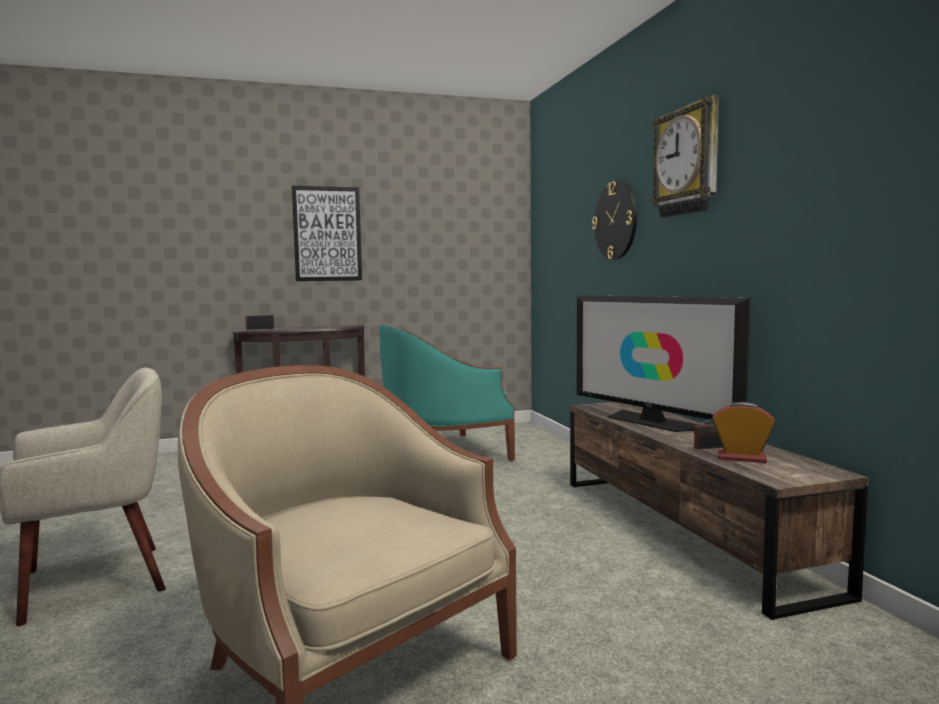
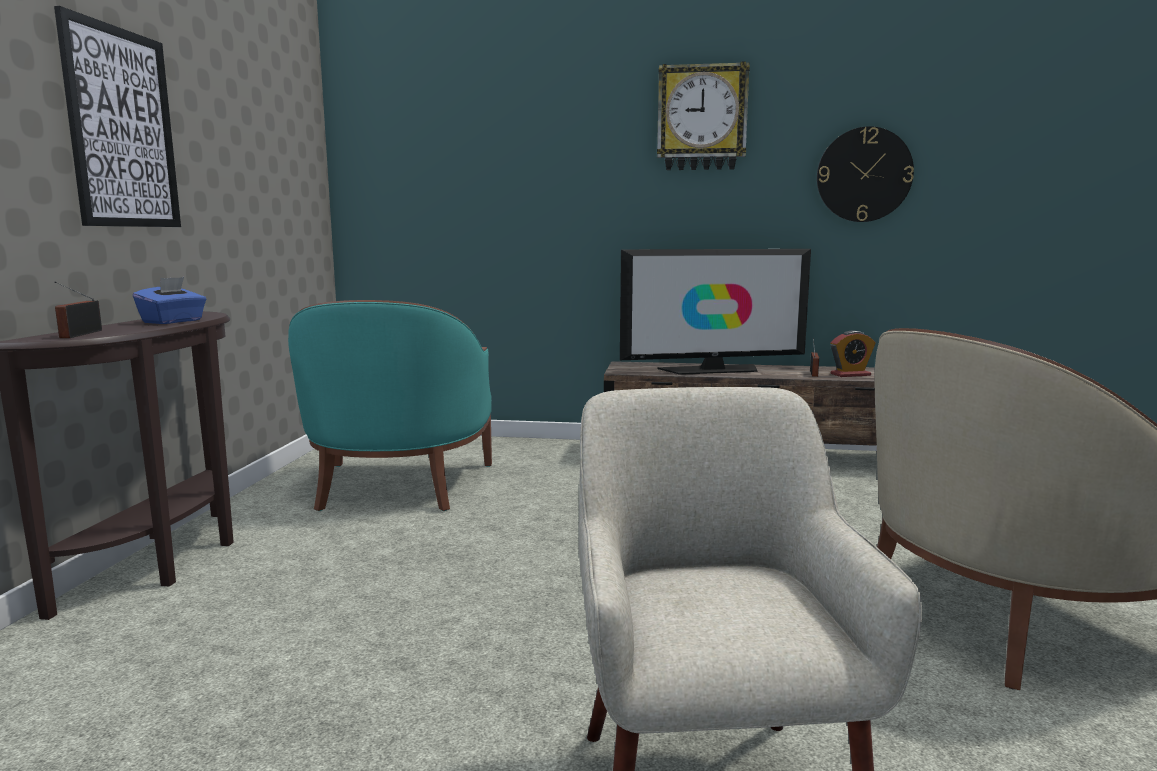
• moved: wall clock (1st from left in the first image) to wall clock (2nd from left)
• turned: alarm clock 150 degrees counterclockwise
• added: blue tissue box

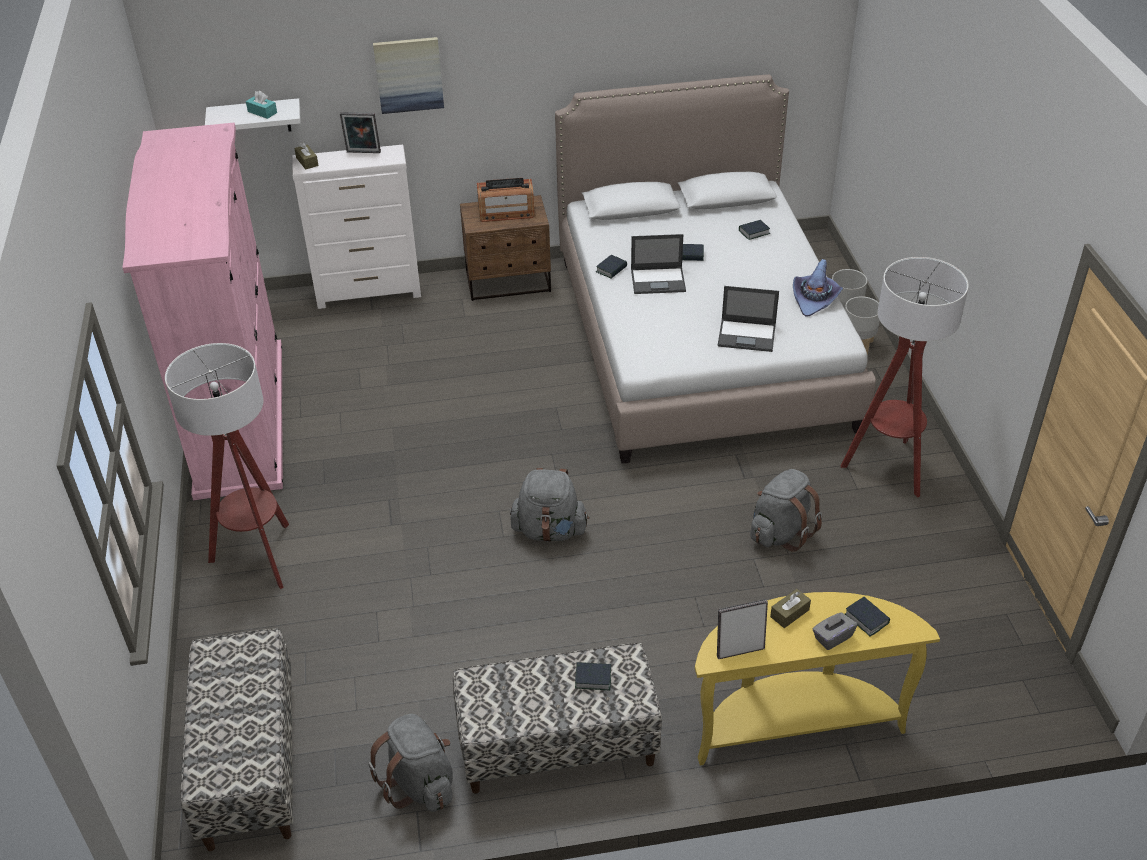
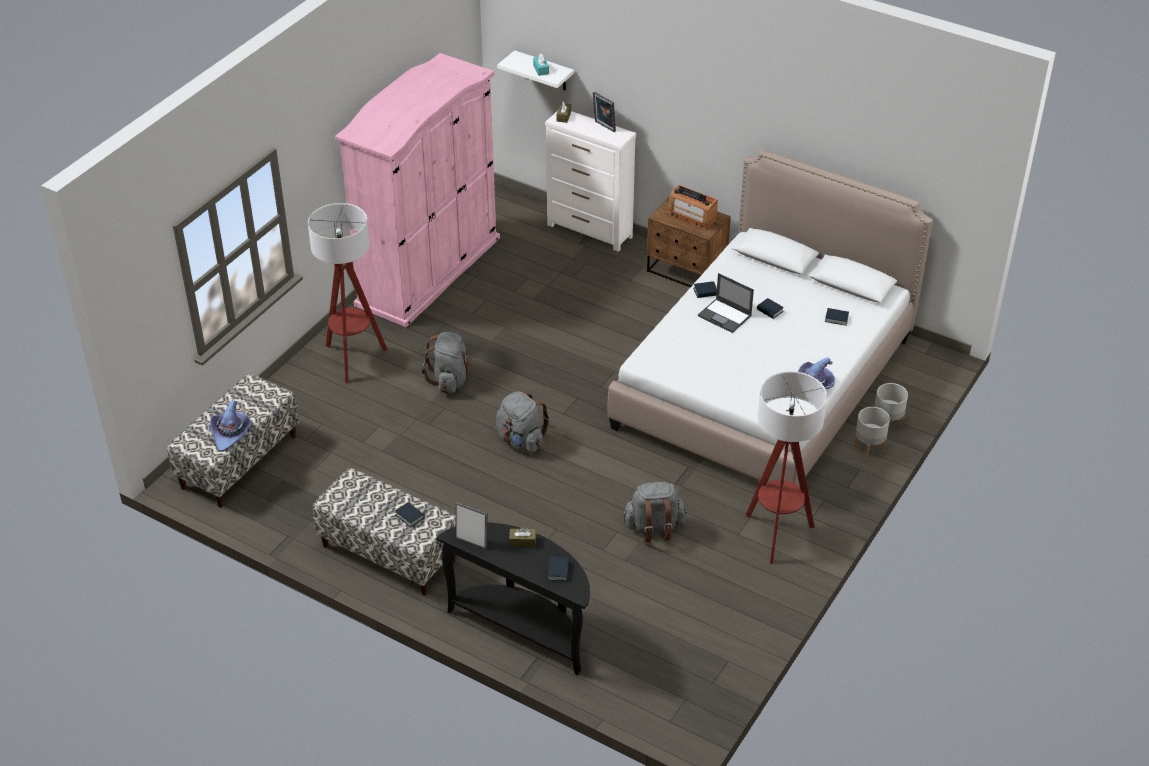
• removed: picture
• removed: laptop (2nd from left)
• recoloured: yellow console table to black console table
• removed: grey tissue box
• moved: grey backpack (1st from left)
• added: purple hat (1st from left)

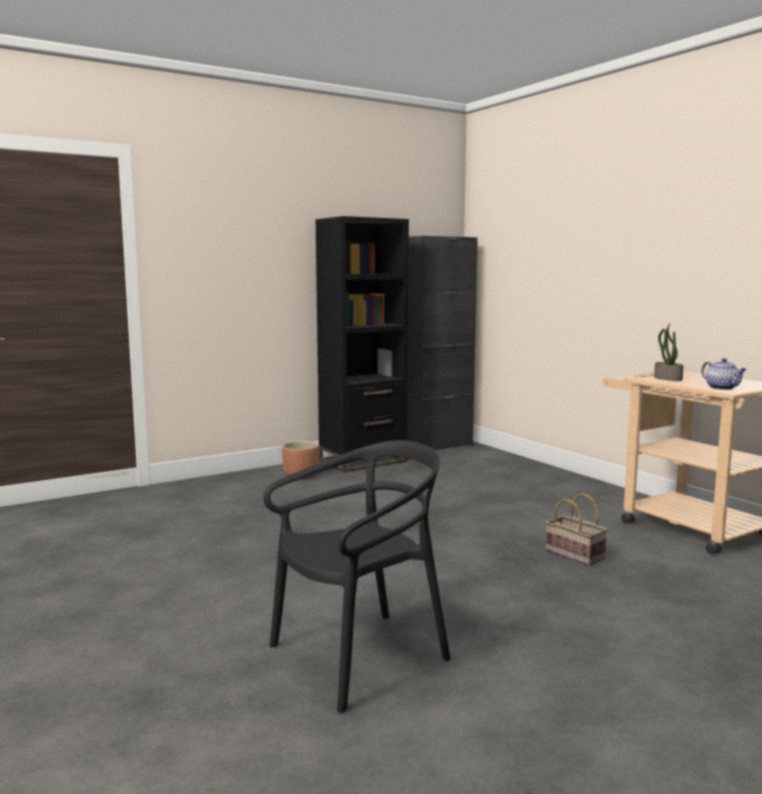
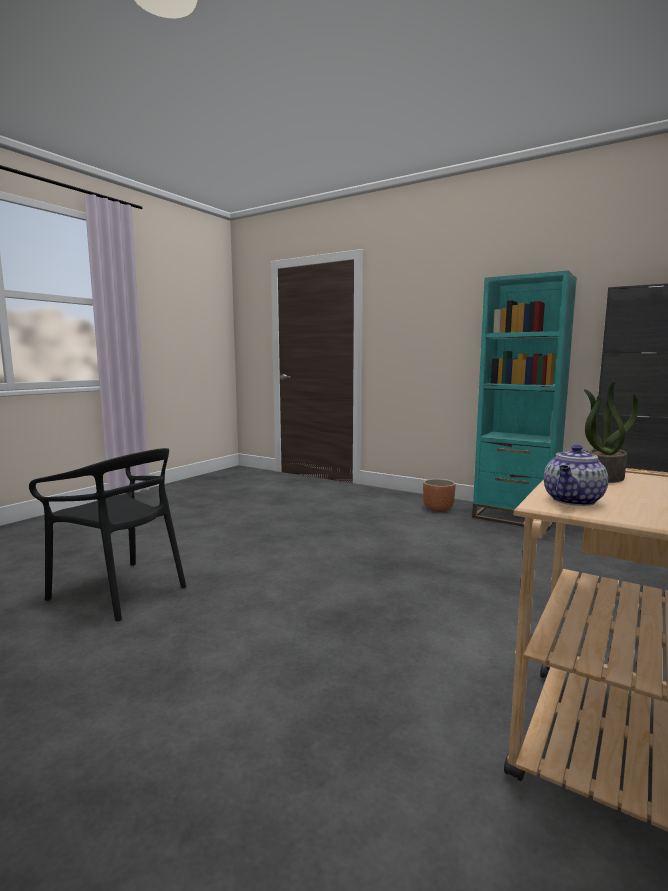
• recoloured: black bookcase to turquoise bookcase
• removed: basket

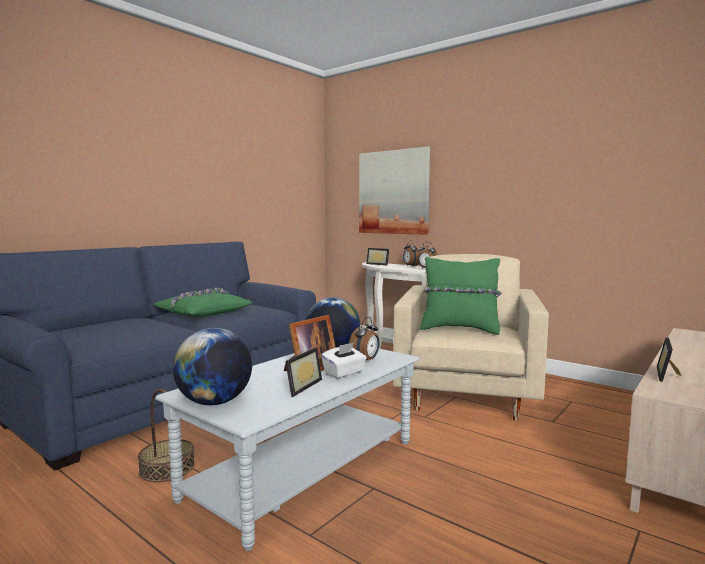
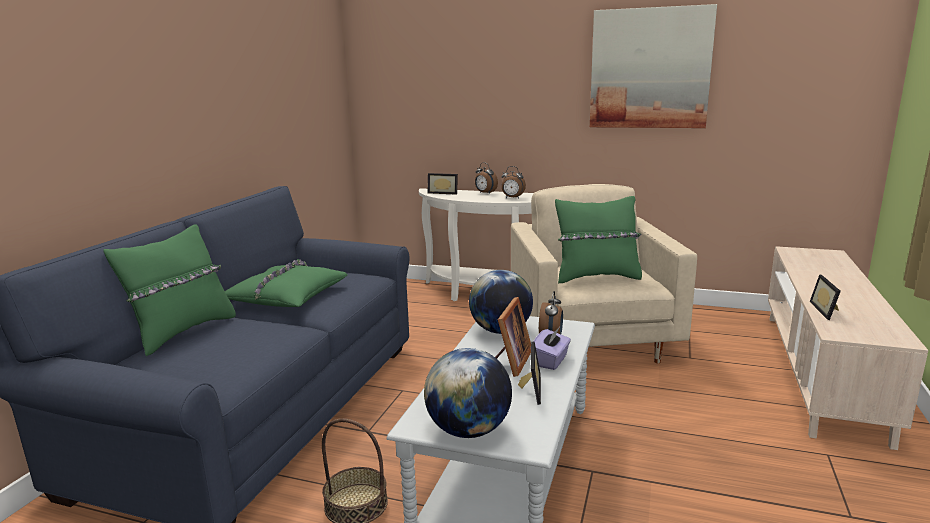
• moved: picture
• recoloured: white tissue box to purple tissue box
• added: green pillow (1st from left)

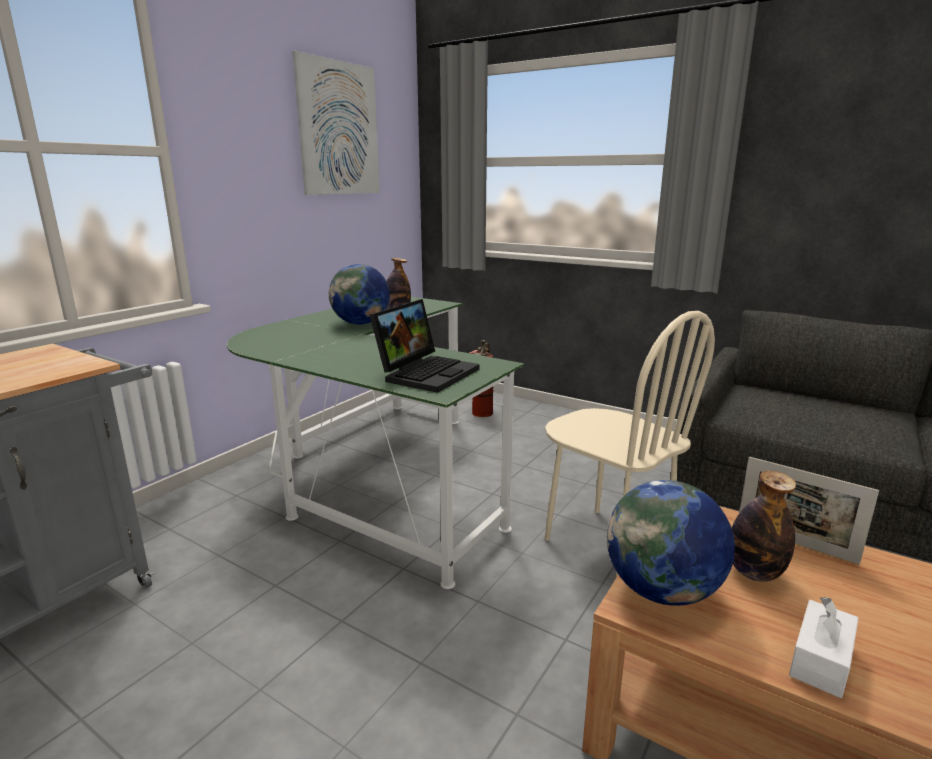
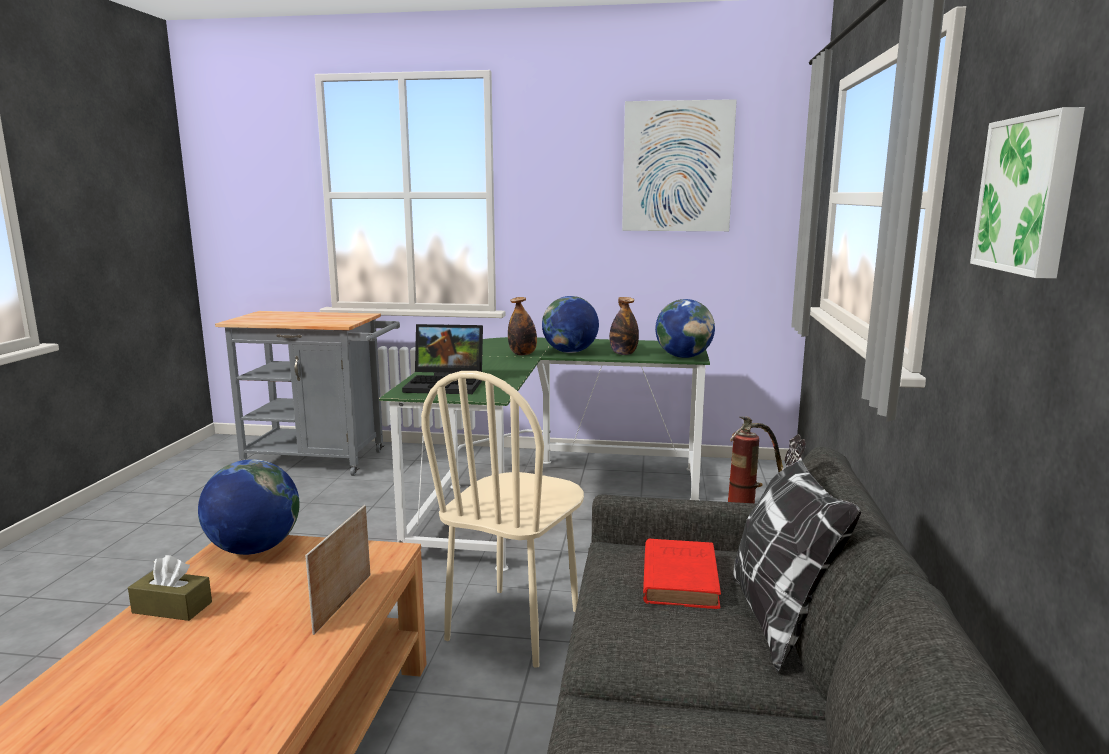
• moved: bottle (2nd from left in the first image) to bottle (1st from left)
• recoloured: white tissue box to brown tissue box
• added: picture (2nd from left)
• added: globe (3rd from left)
• added: pillow
• added: red book

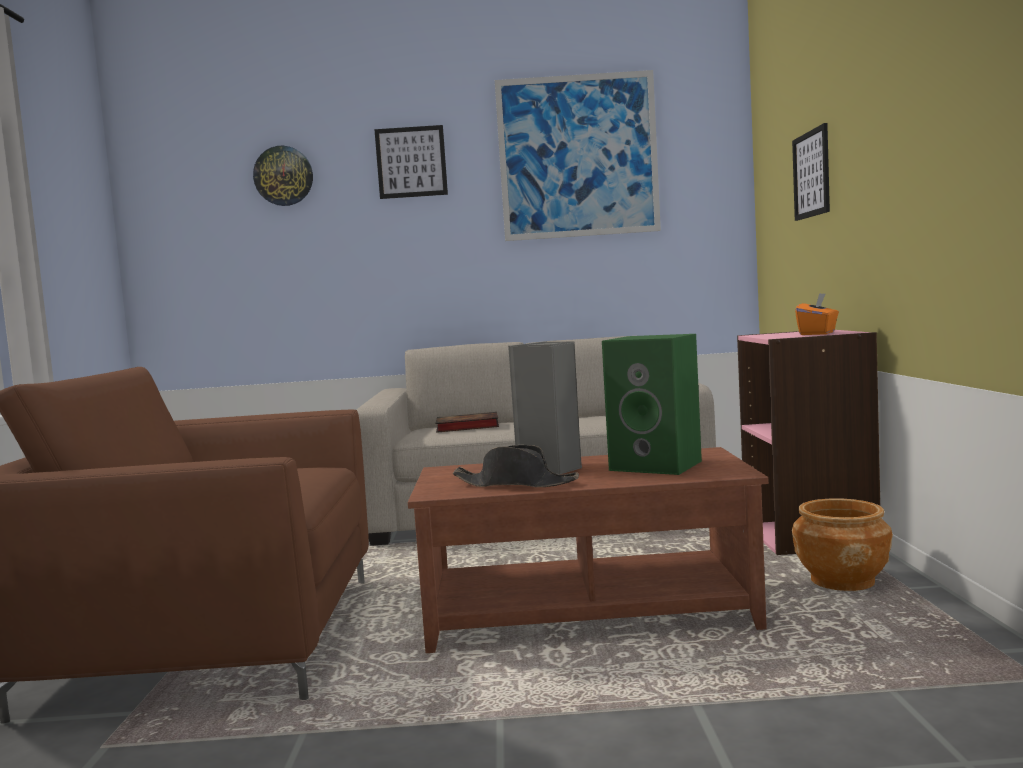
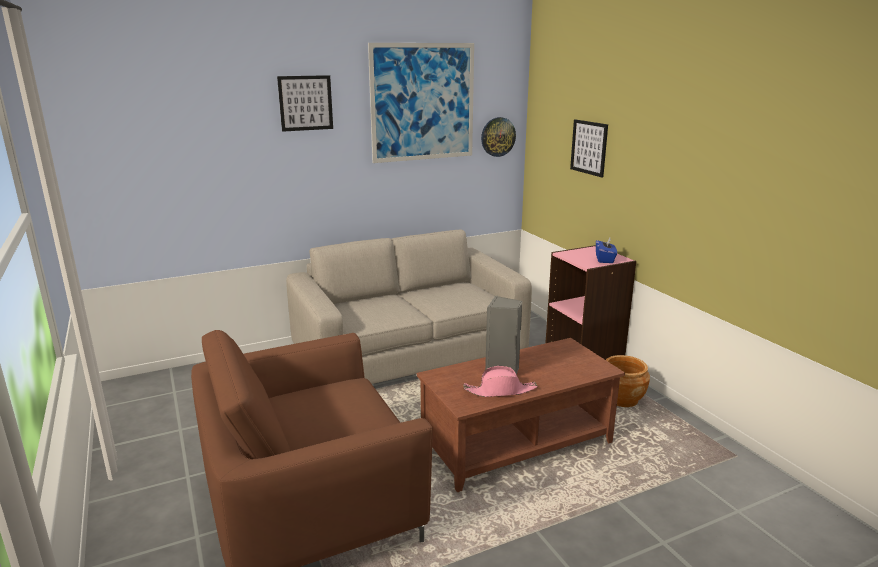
• moved: wall clock
• recoloured: orange tissue box to blue tissue box
• removed: green speaker
• removed: book
• recoloured: black hat to pink hat

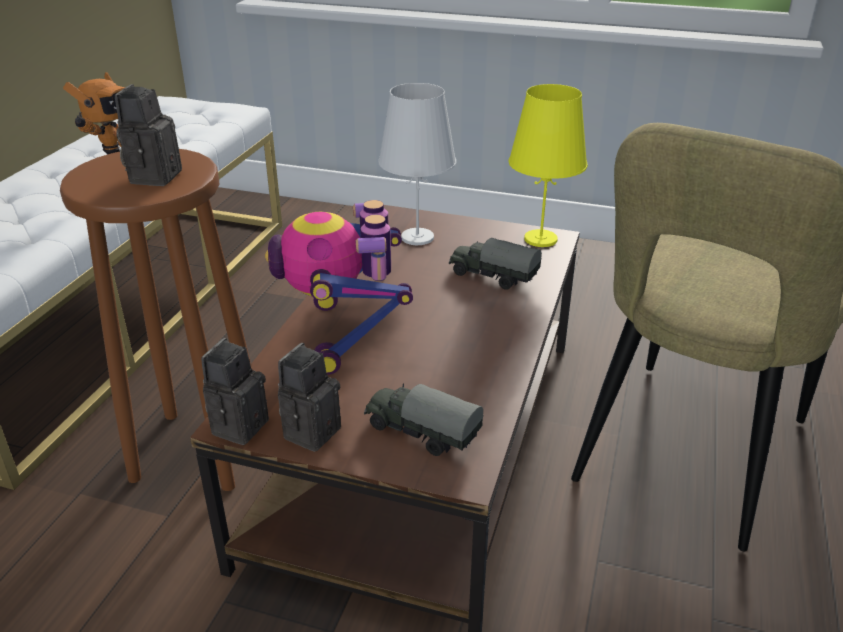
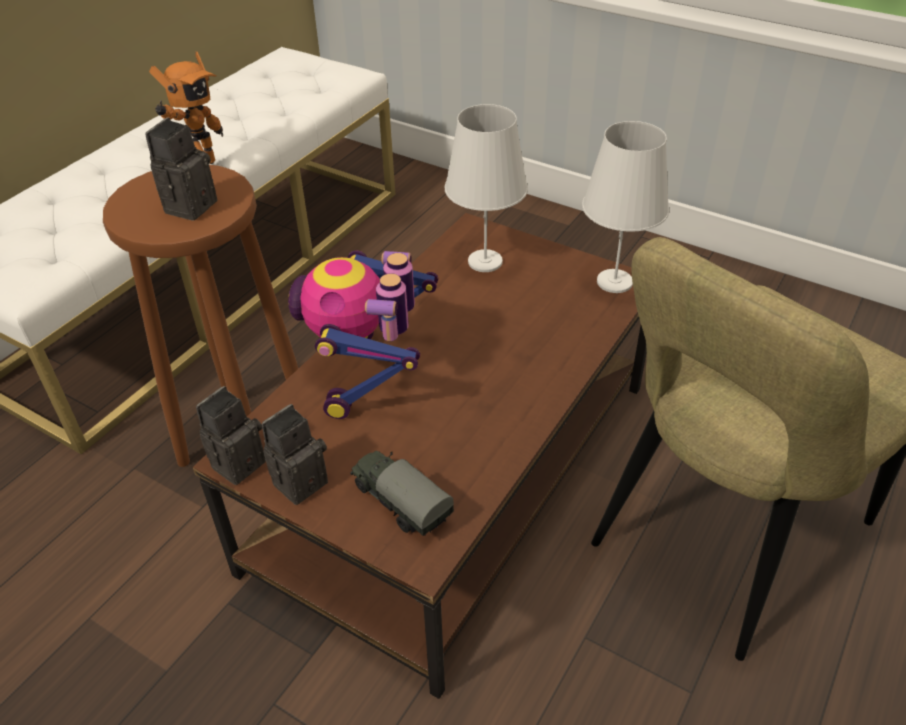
• recoloured: yellow table lamp to white table lamp (2nd from left)
• removed: toy truck (2nd from left)

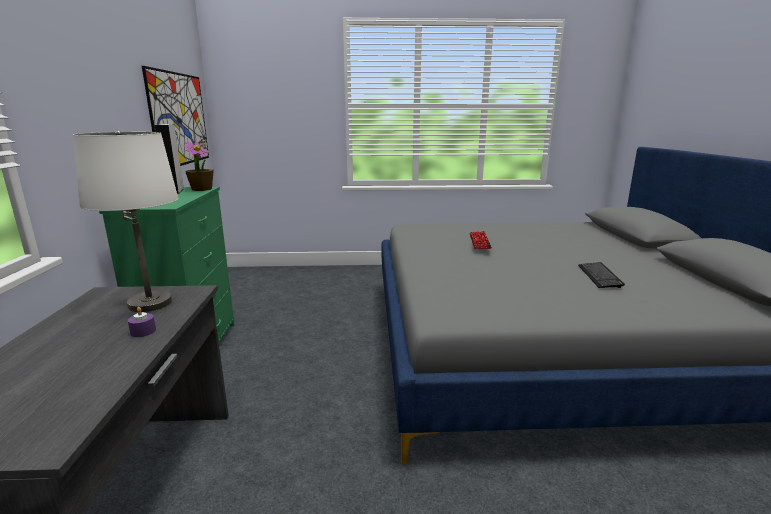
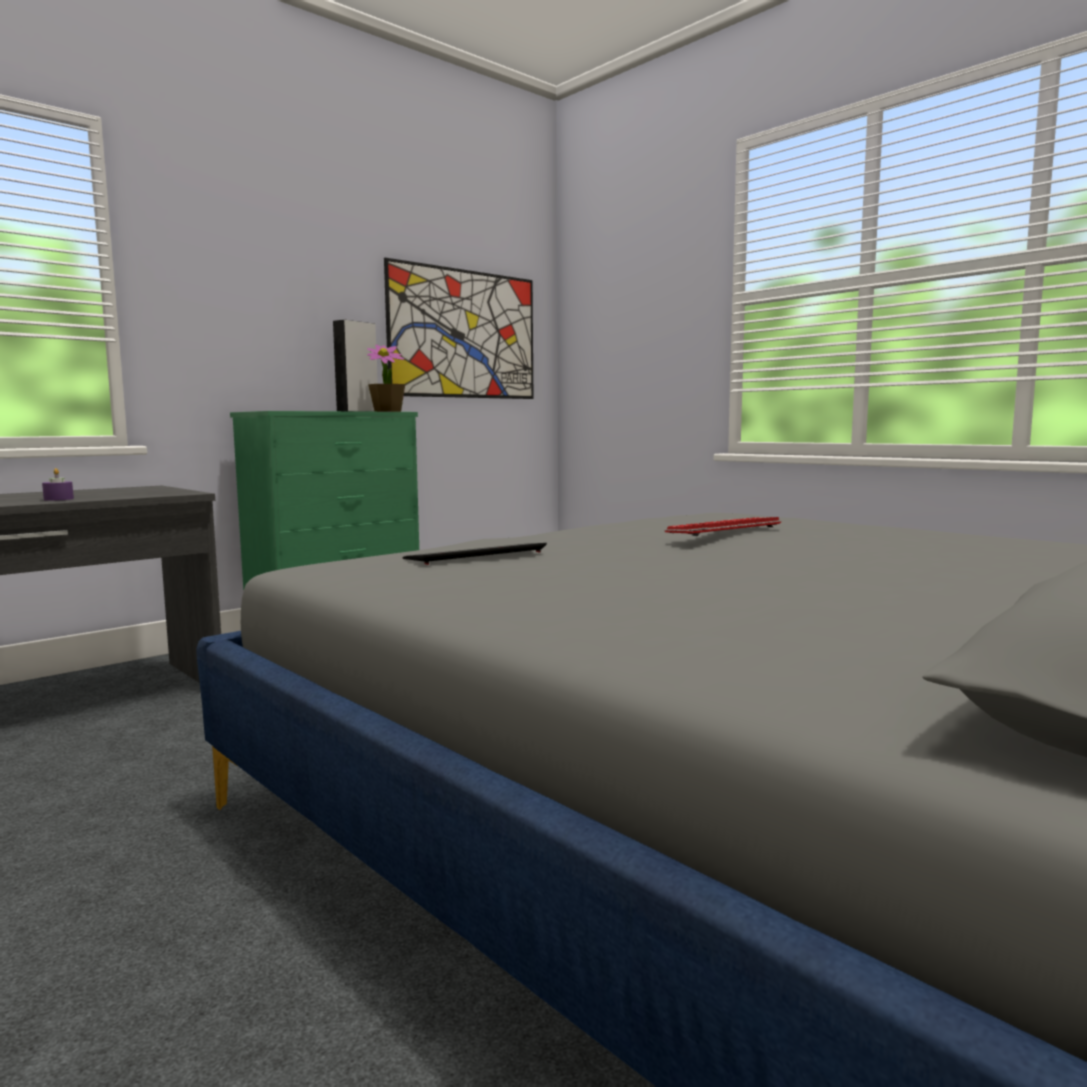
• removed: white table lamp
• moved: keyboard (2nd from left in the first image) to keyboard (1st from left)

